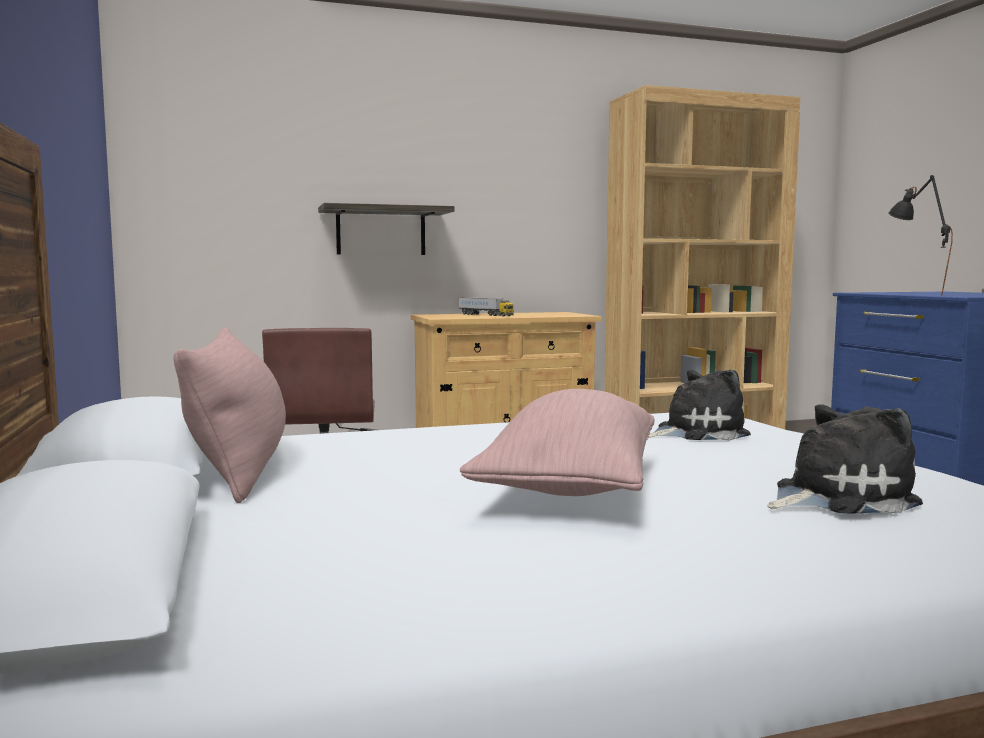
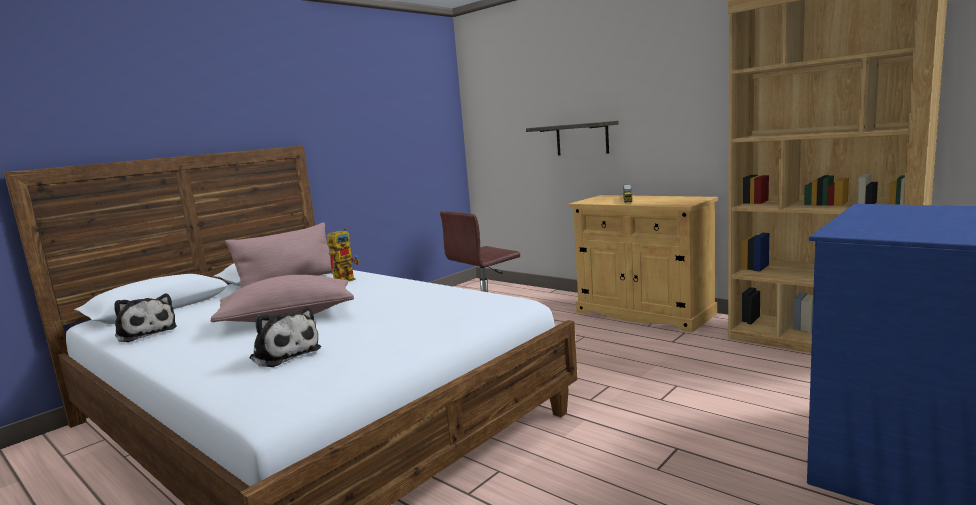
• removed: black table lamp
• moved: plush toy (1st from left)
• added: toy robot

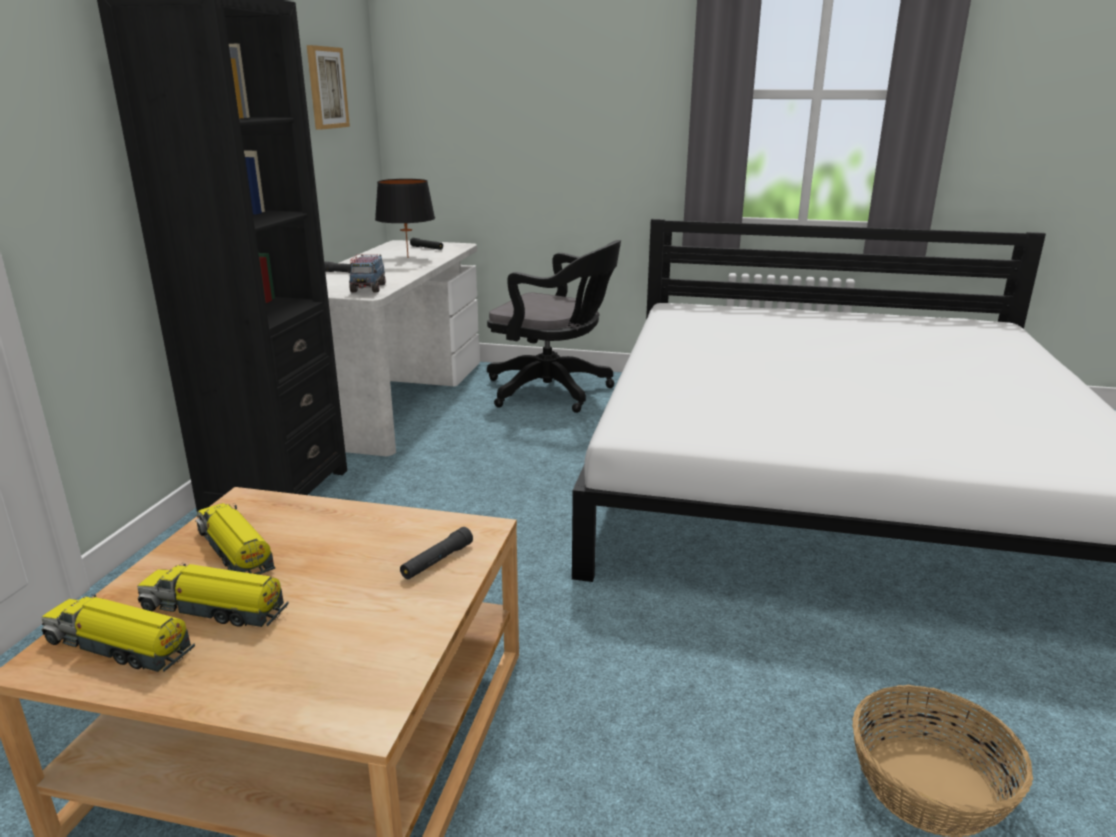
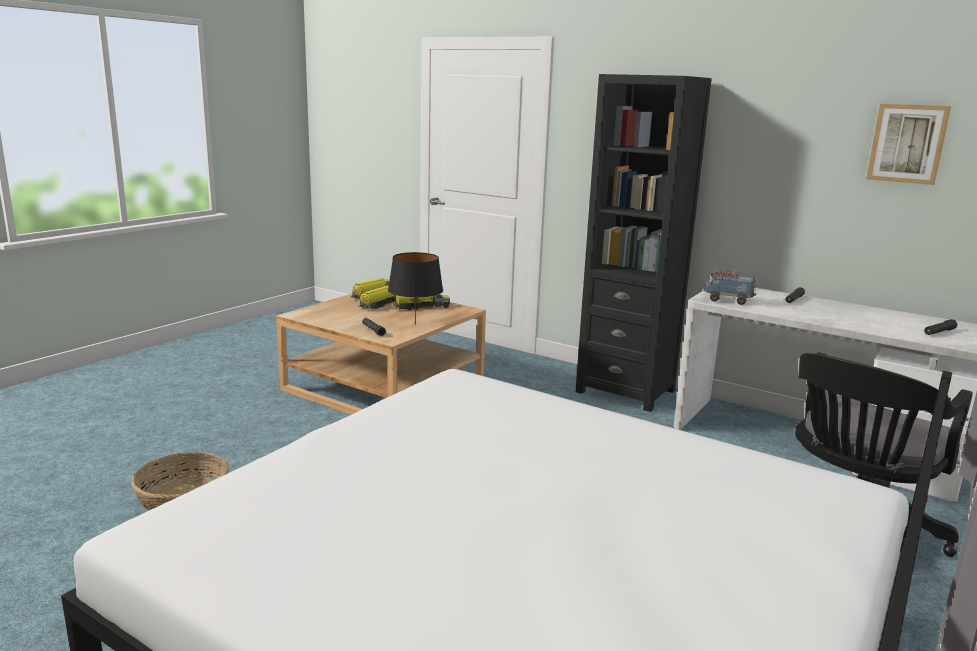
• moved: black table lamp

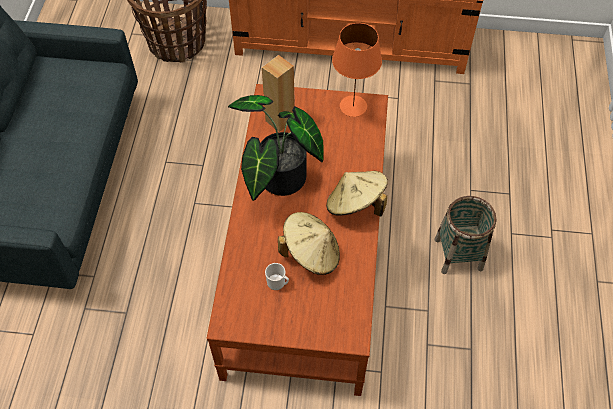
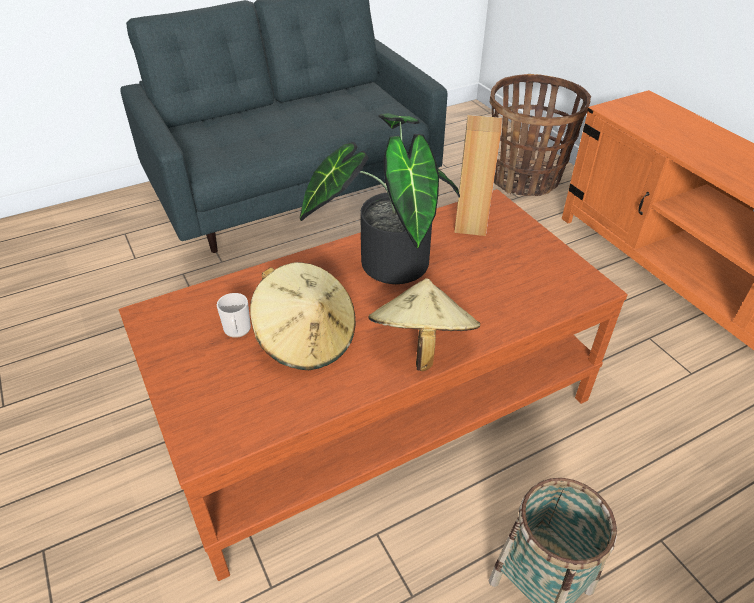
• removed: orange table lamp

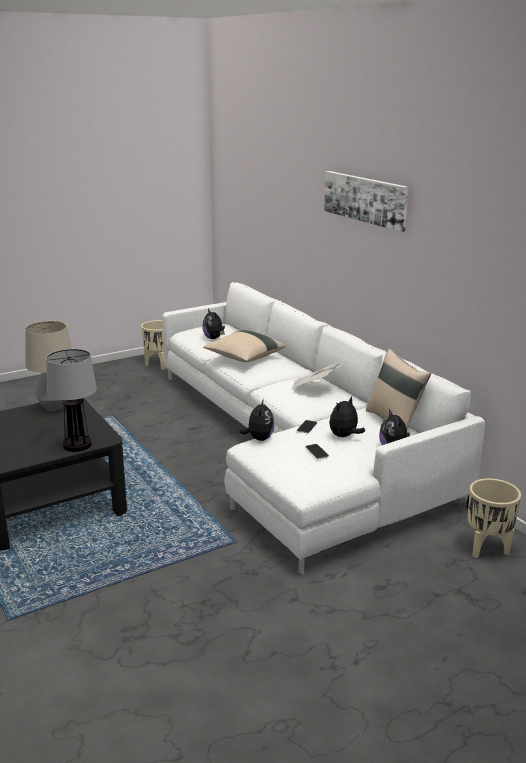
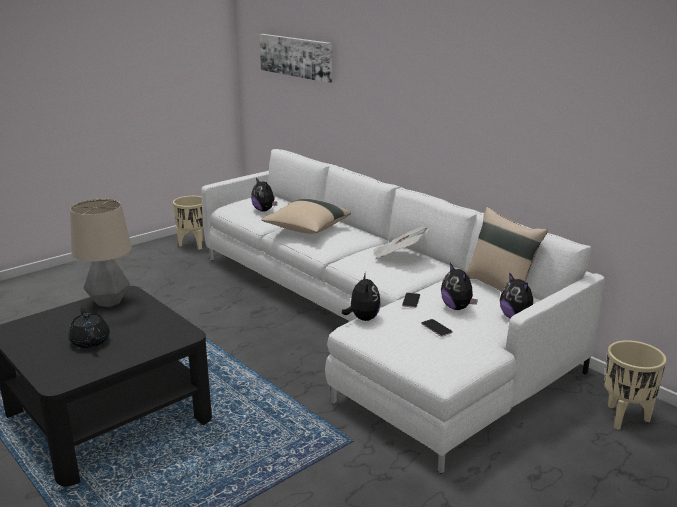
• moved: picture
• removed: table lamp (2nd from left)
• turned: plush toy (3rd from left) 60 degrees counterclockwise
• added: black teapot

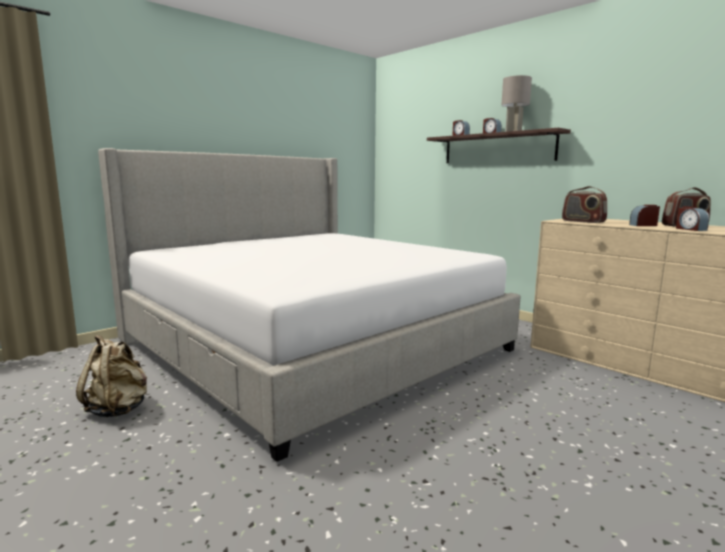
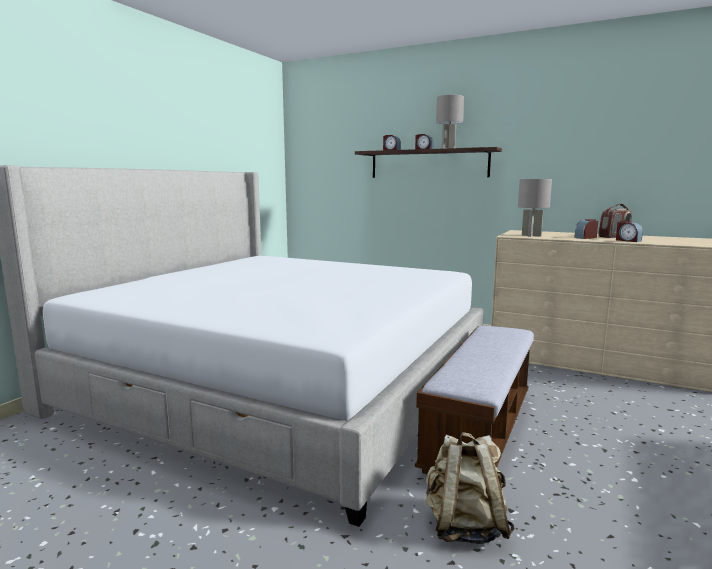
• replaced: radio (1st from left) to grey table lamp (2nd from left)
• moved: beige backpack
• added: bench

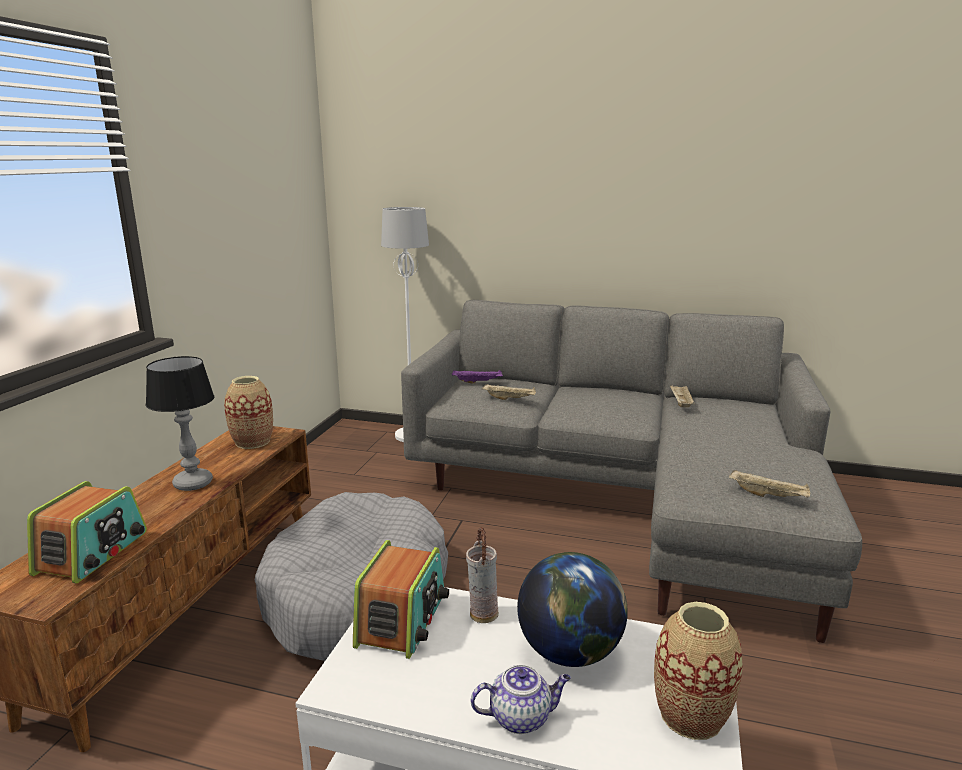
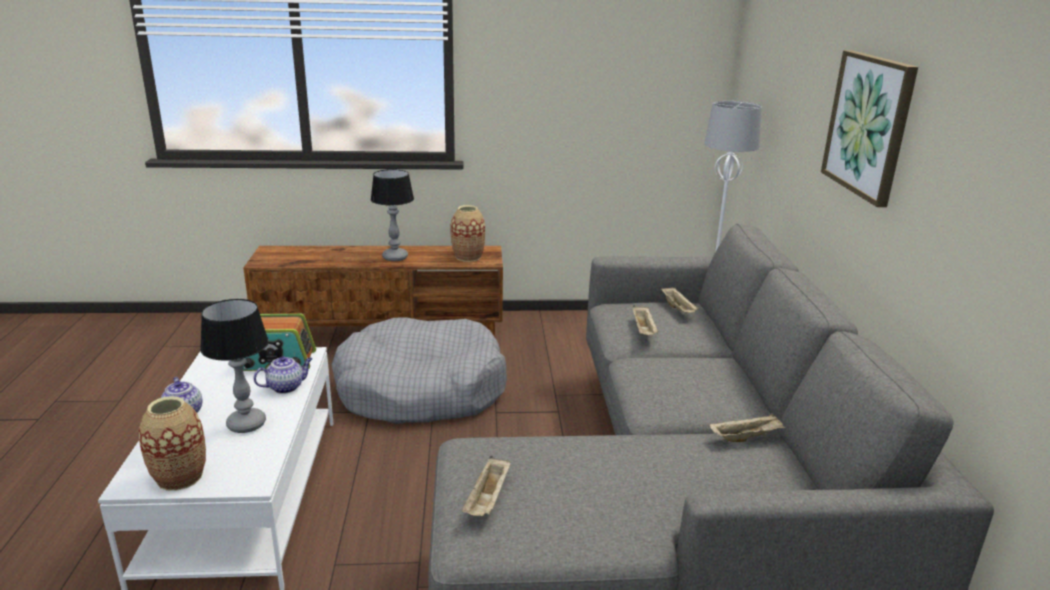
• recoloured: purple tray to beige tray (3rd from left)
• removed: radio (1st from left)
• replaced: vase (2nd from left) to teapot (2nd from left)
• replaced: globe to table lamp (1st from left)
• added: picture

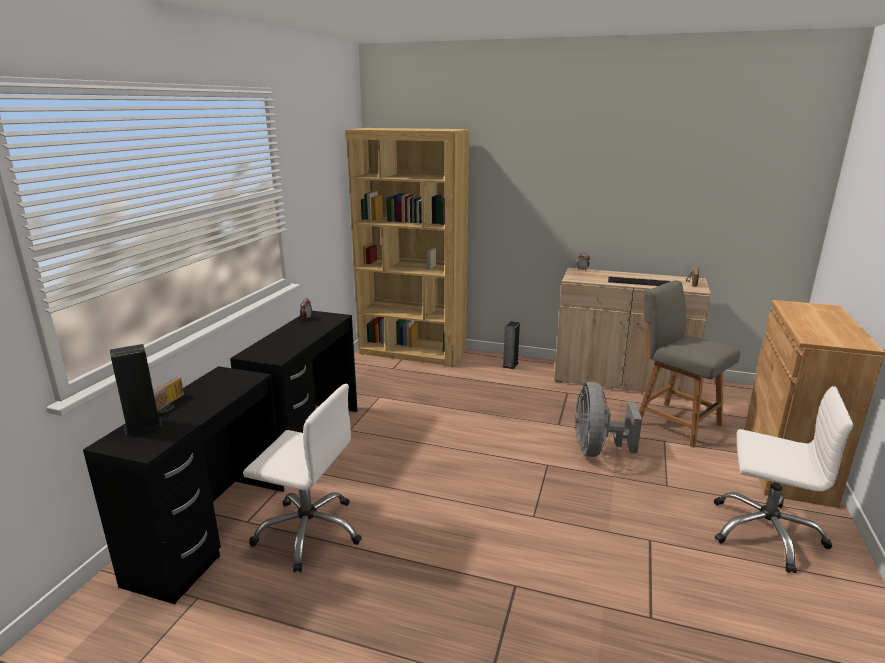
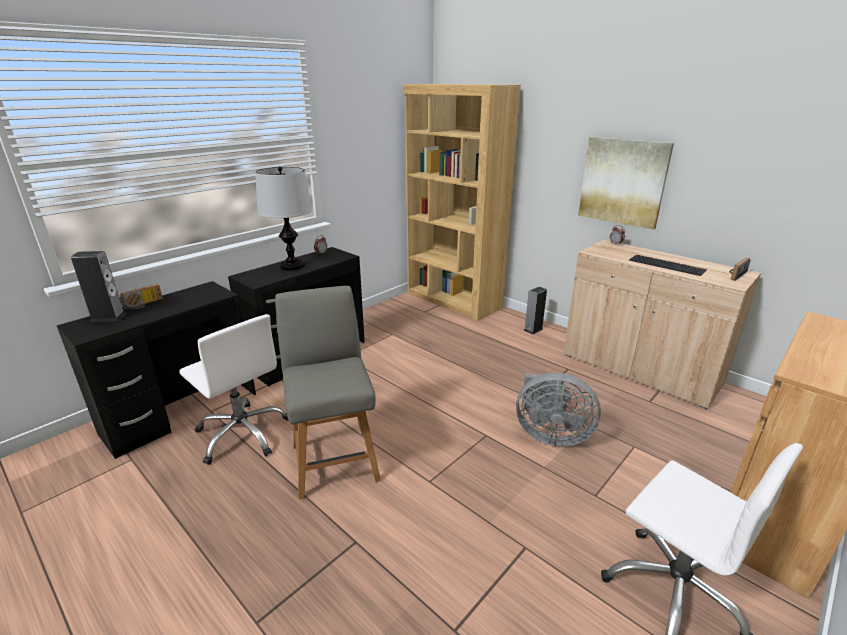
• moved: grey chair
• turned: grey fan 105 degrees counterclockwise
• added: picture
• added: table lamp

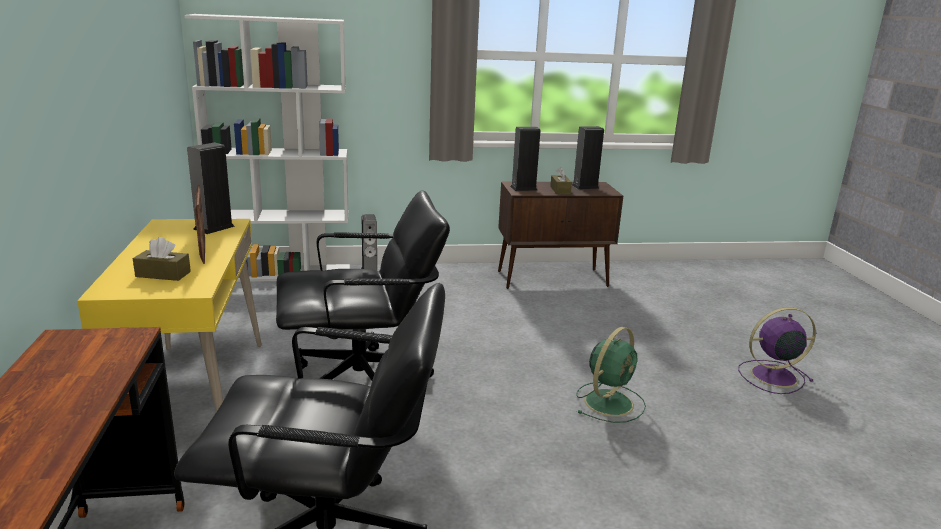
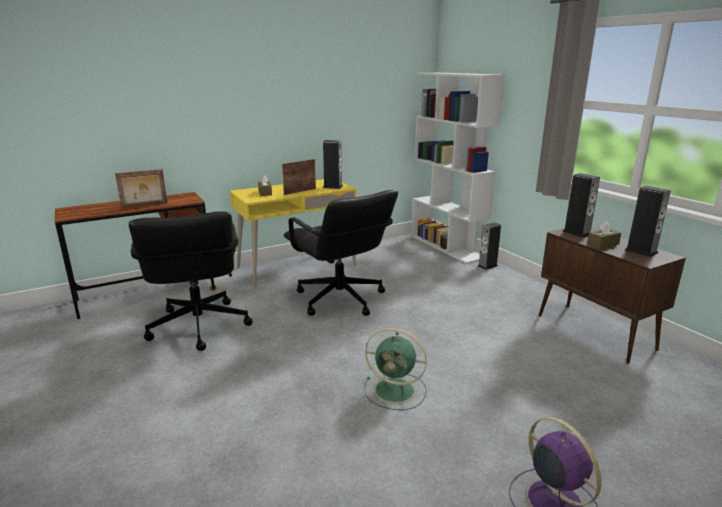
• added: picture frame (1st from left)

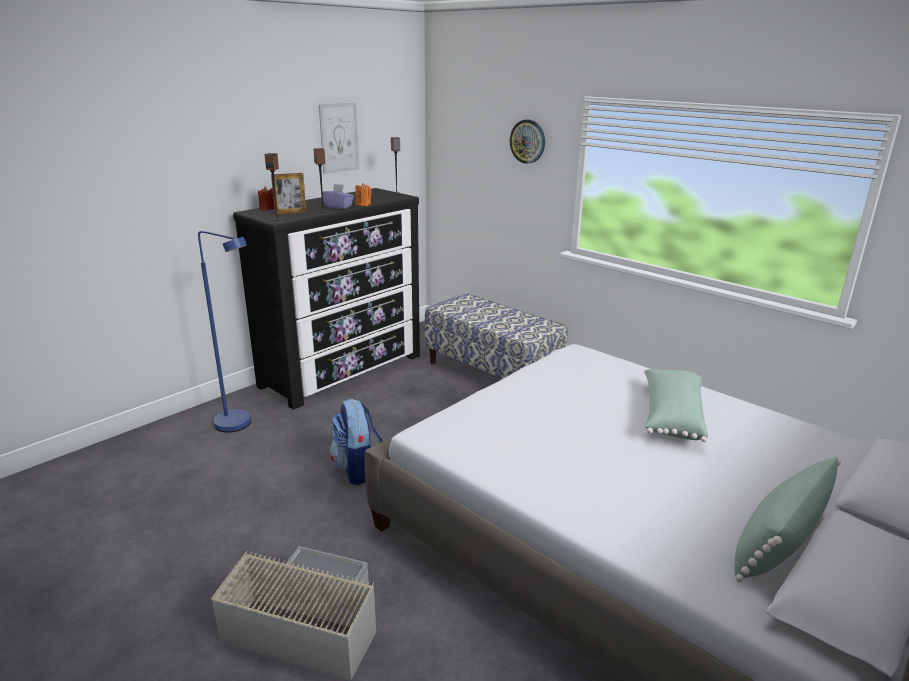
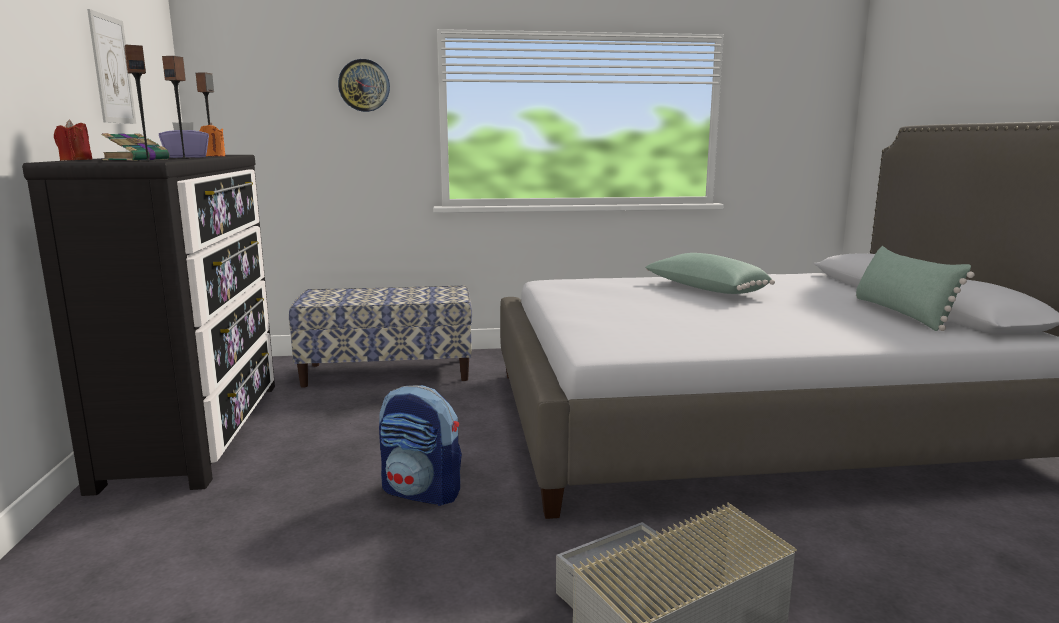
• replaced: picture frame to book
• removed: blue floor lamp

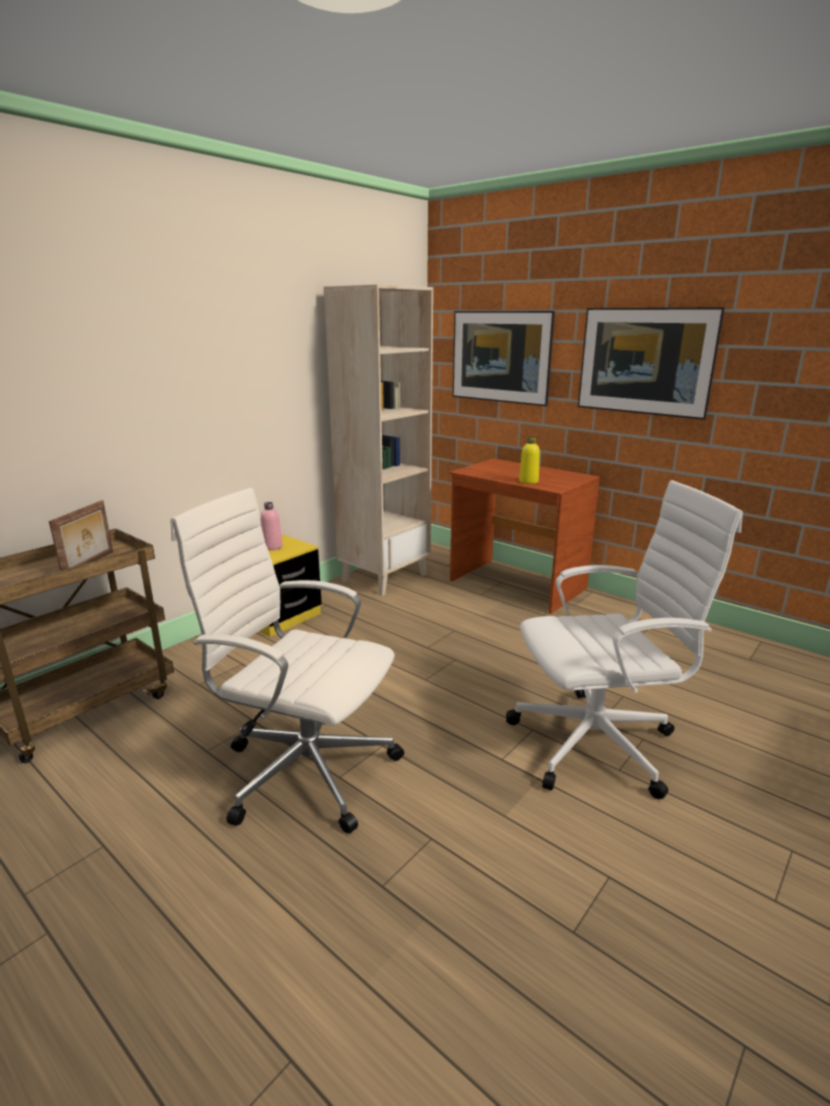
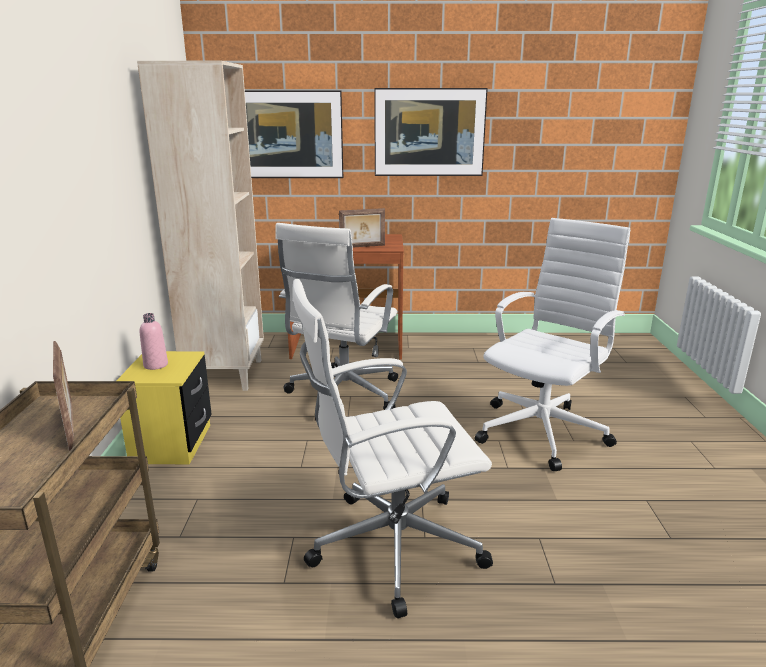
• replaced: yellow bottle to picture frame (2nd from left)
• added: white office chair (1st from left)

